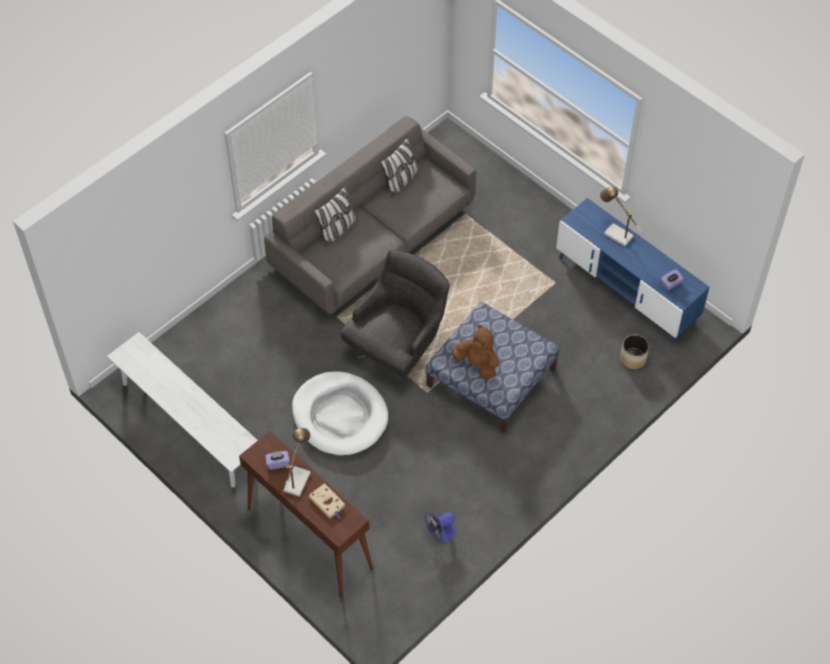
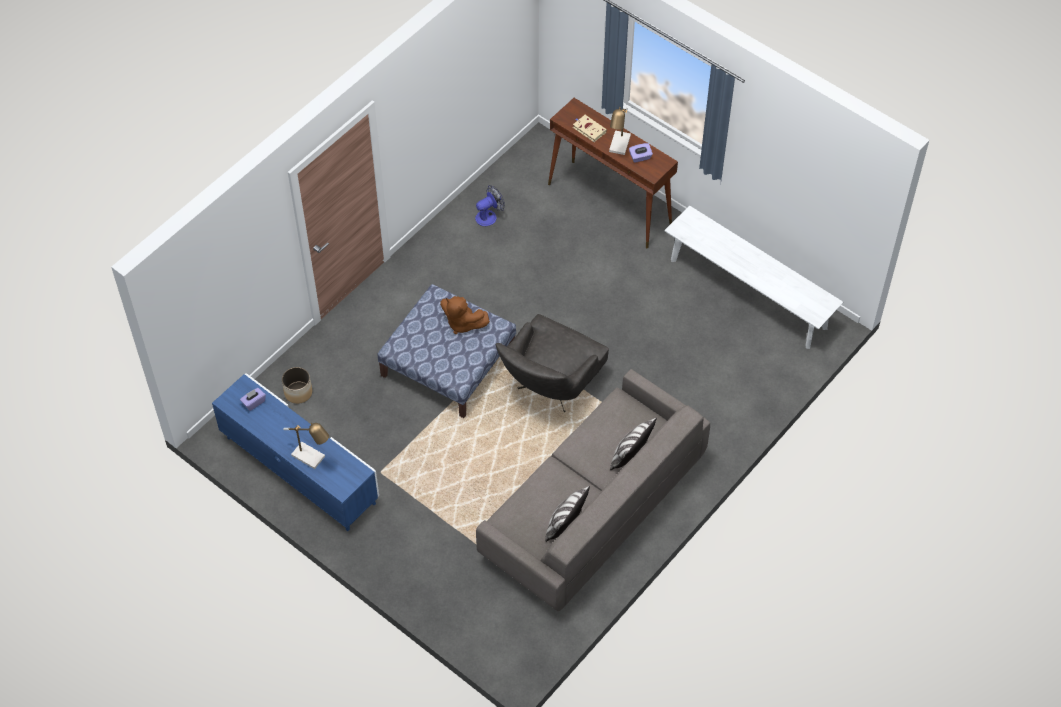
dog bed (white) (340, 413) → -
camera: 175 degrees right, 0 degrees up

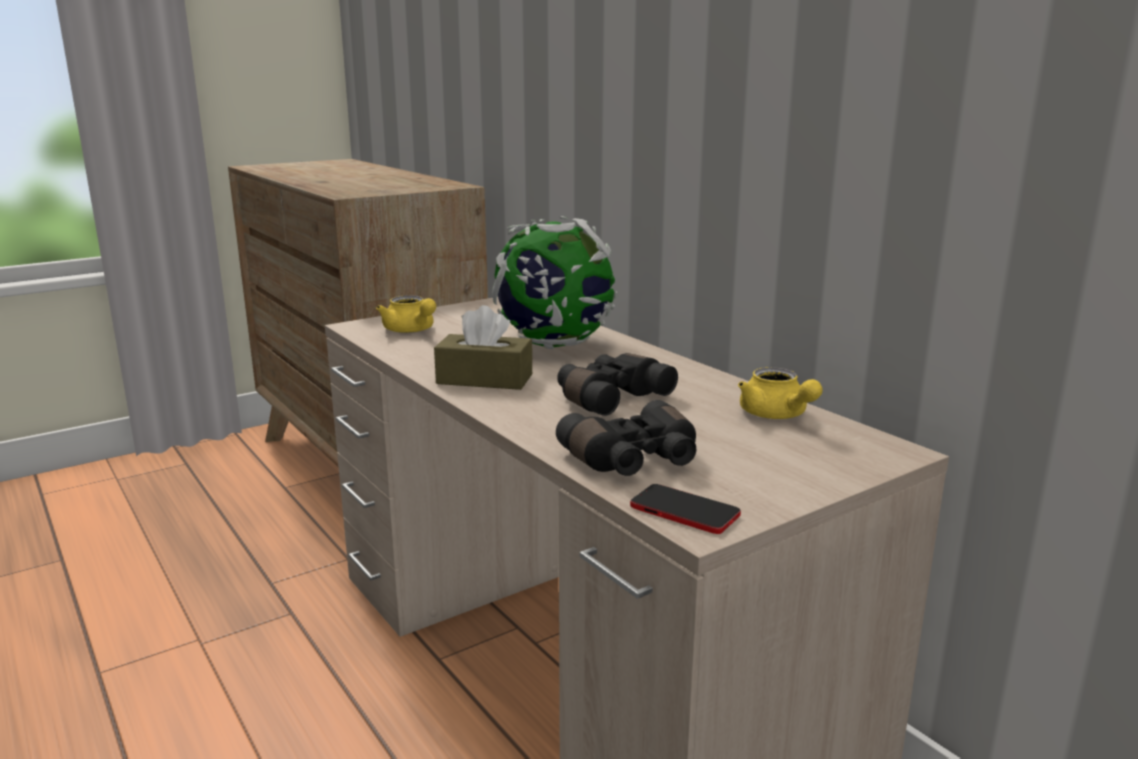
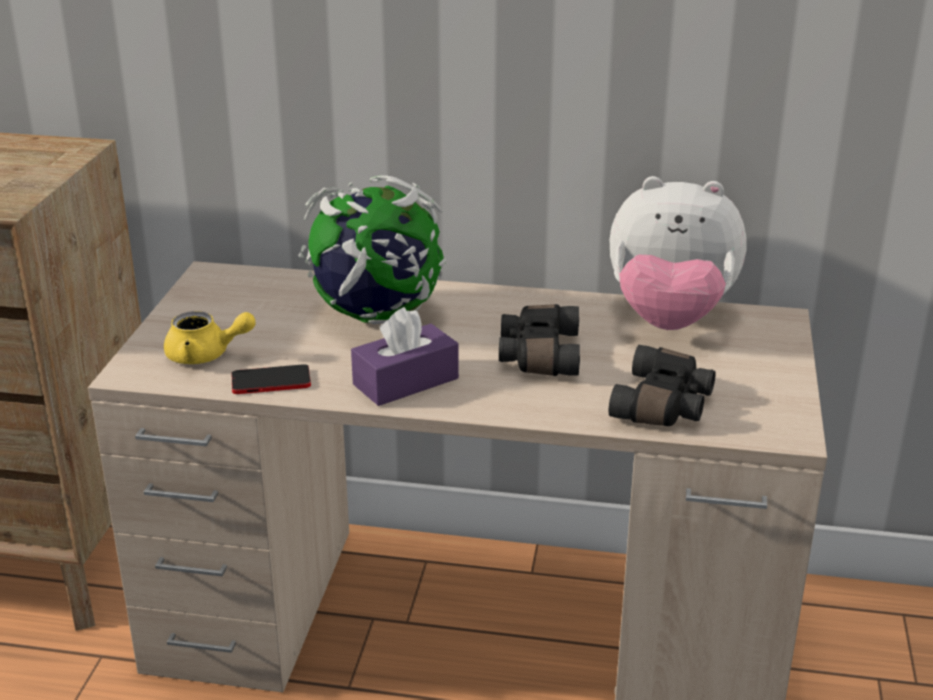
tissue holder (brown) (483, 347) → tissue holder (purplish) (405, 356)
pot for tea (yellow) (780, 393) → soft toy (678, 253)
phone (685, 509) → phone (271, 379), move
camera: 45 degrees left, 10 degrees up

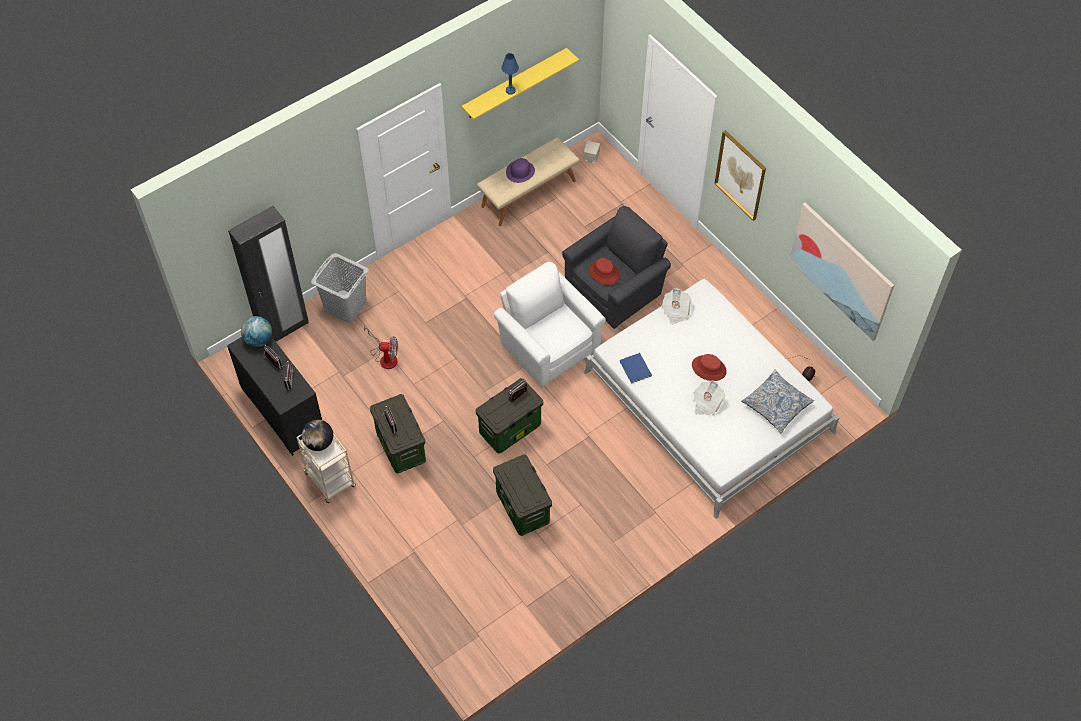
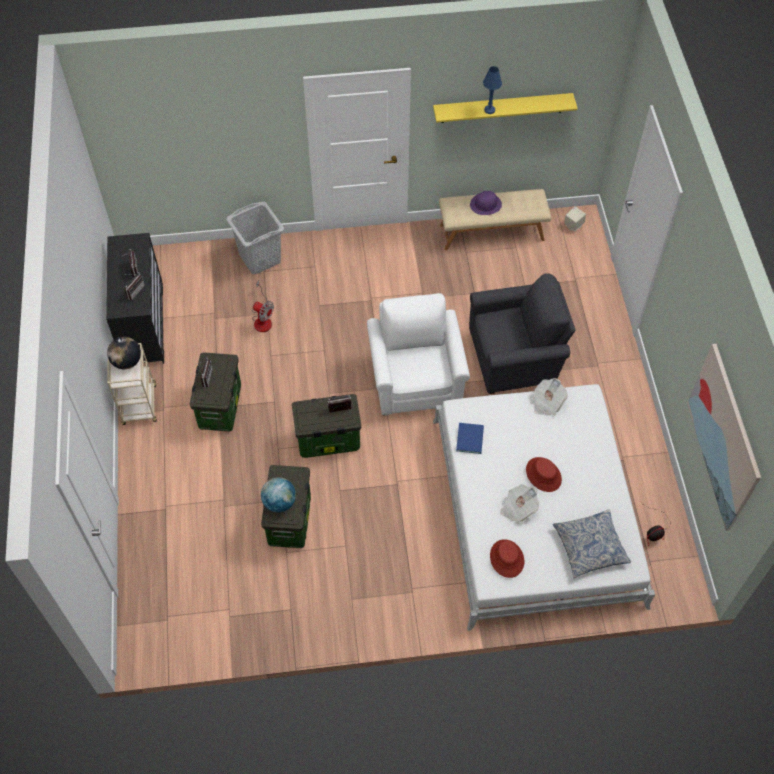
picture (740, 175) → -
clothes cupboard (black) (268, 274) → -
wearable hat (reddish) (604, 271) → wearable hat (reddish) (507, 558), move
world globe (256, 331) → world globe (278, 494), move
camera: 30 degrees right, 0 degrees up

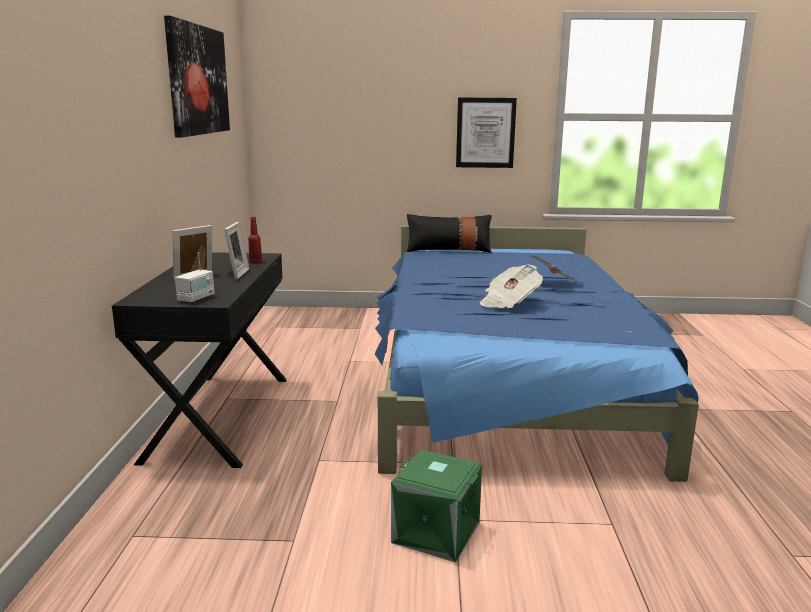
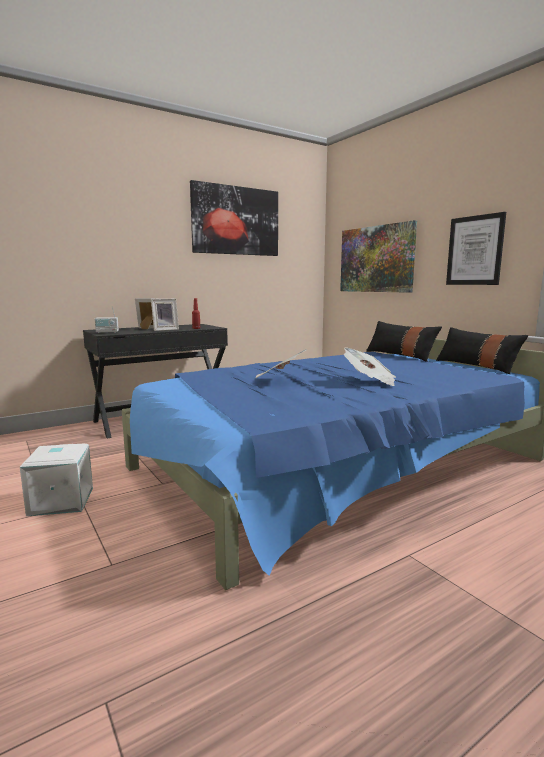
storage bin (greenish) (436, 506) → storage bin (white) (56, 480)
- → picture (378, 256)
- → pillow (black) (482, 350)
camera: 55 degrees right, 5 degrees down

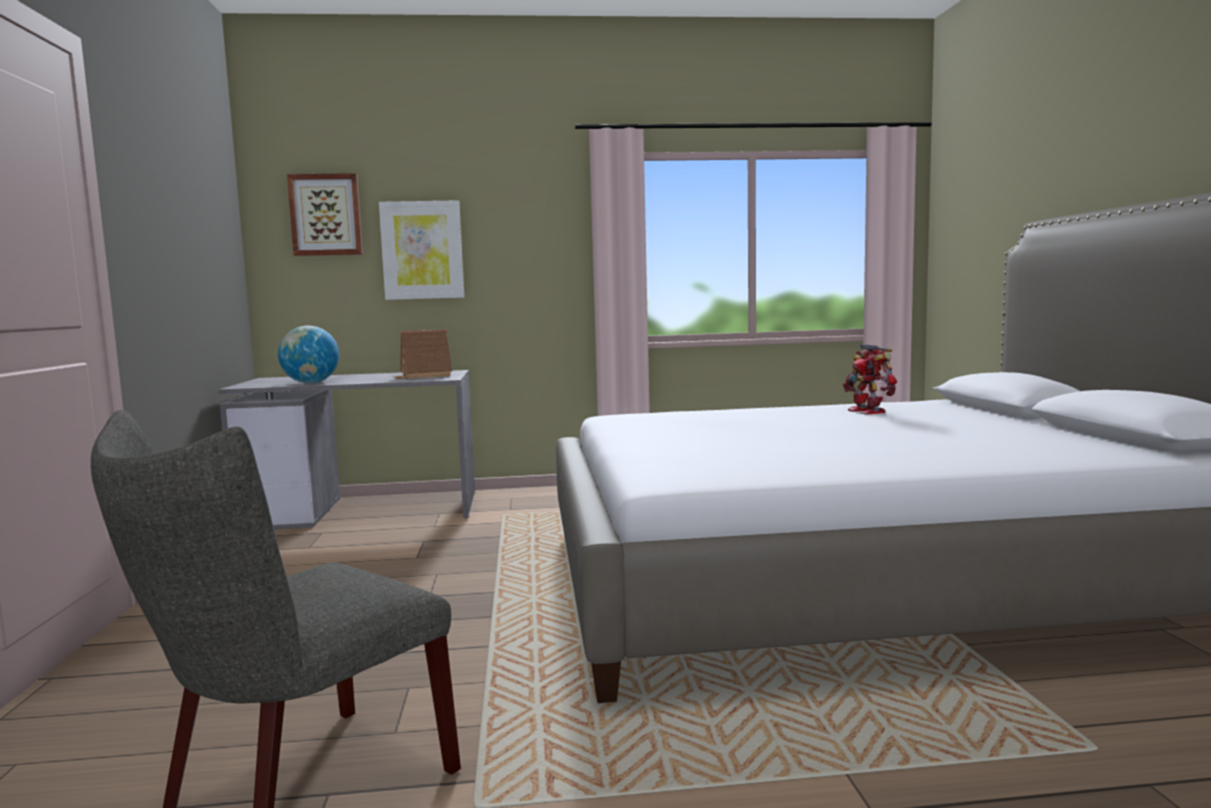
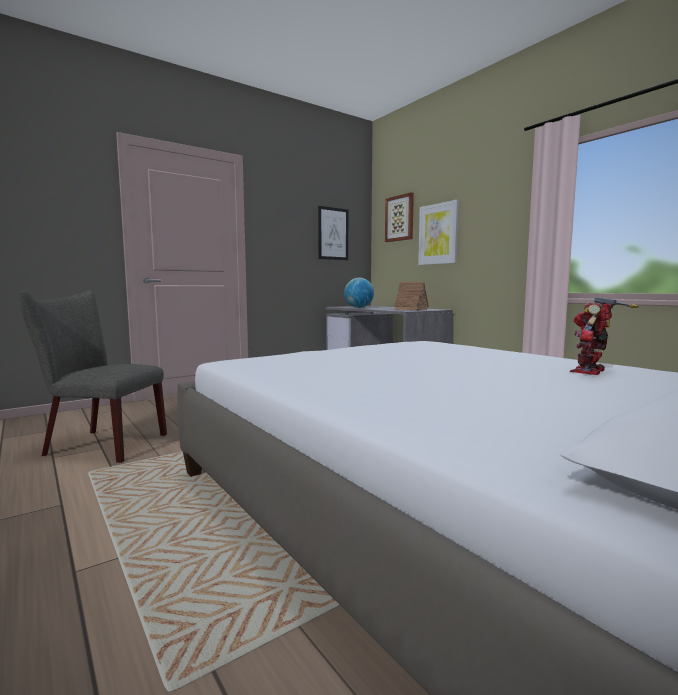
- → picture (333, 233)
camera: 60 degrees right, 0 degrees up

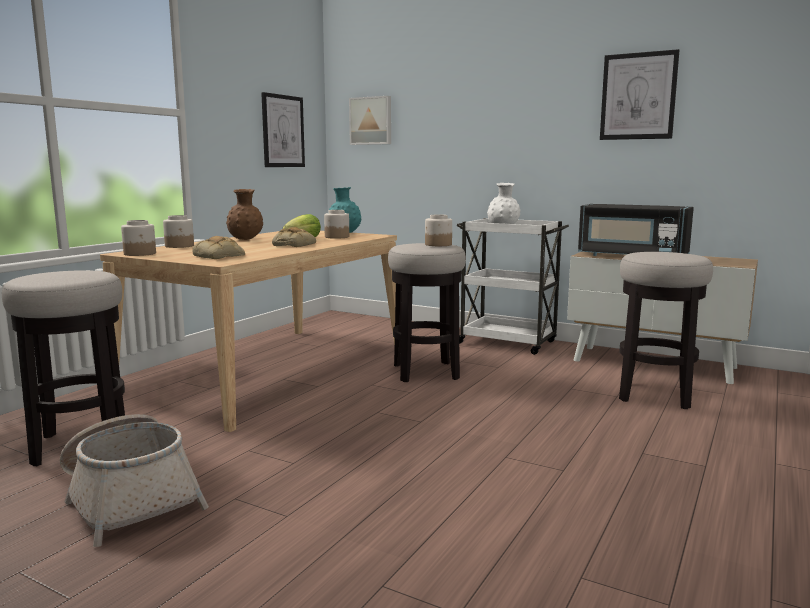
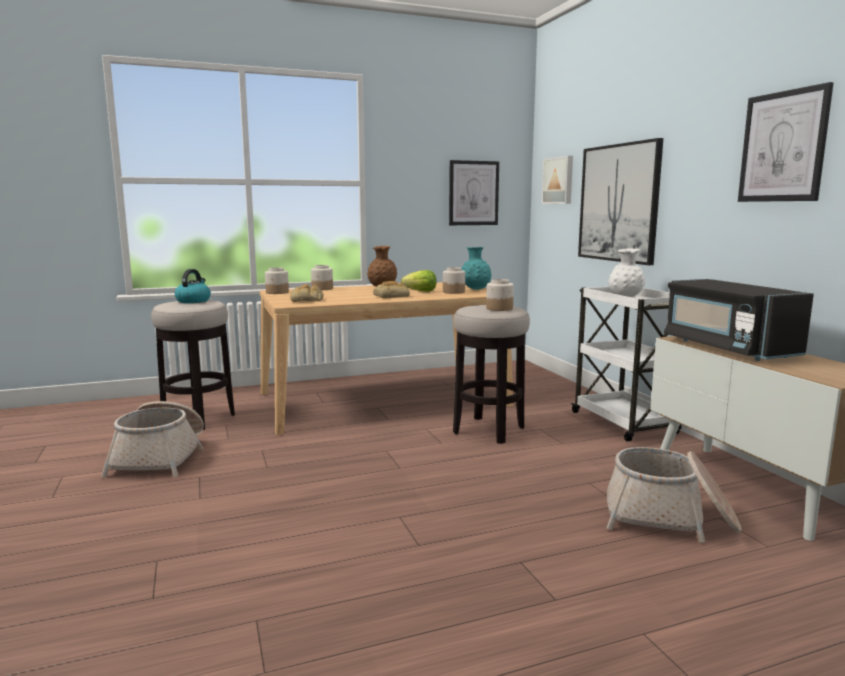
stool (666, 330) → household basket (674, 495)
- → picture (620, 201)
- → kettle (193, 286)
camera: 40 degrees right, 0 degrees up

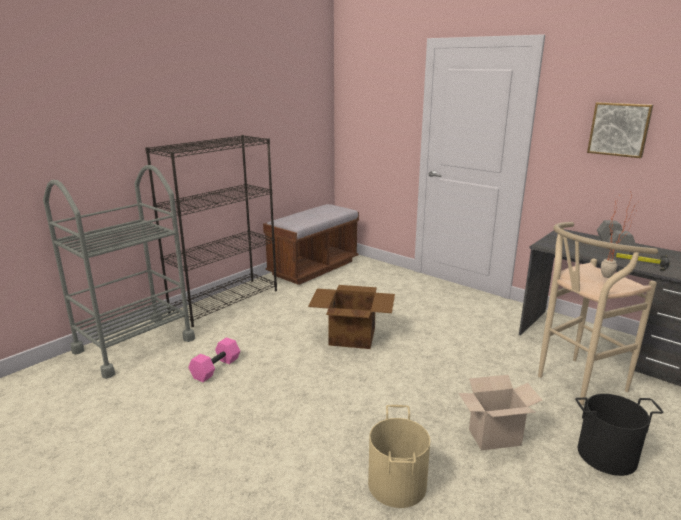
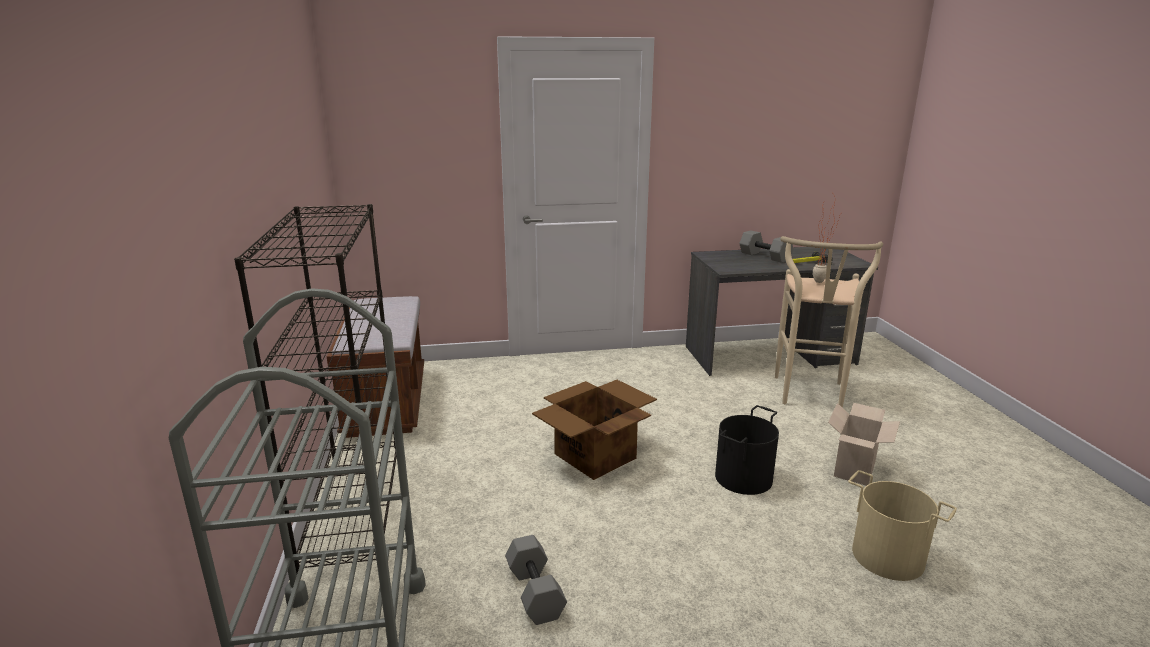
picture (620, 130) → -
hand weight (pinkish) (214, 359) → hand weight (grey) (536, 580)
bucket (black) (619, 435) → bucket (black) (747, 450), move
camera: 50 degrees left, 0 degrees up

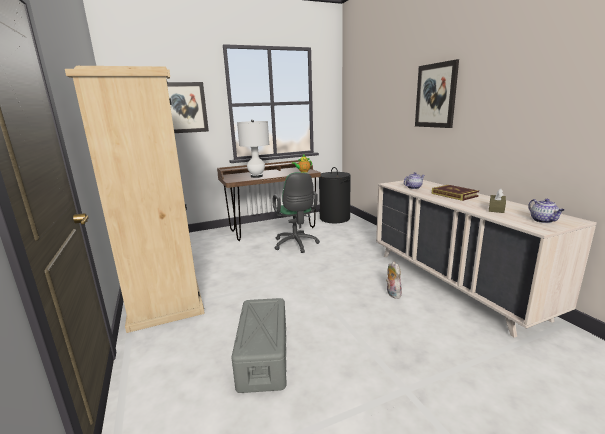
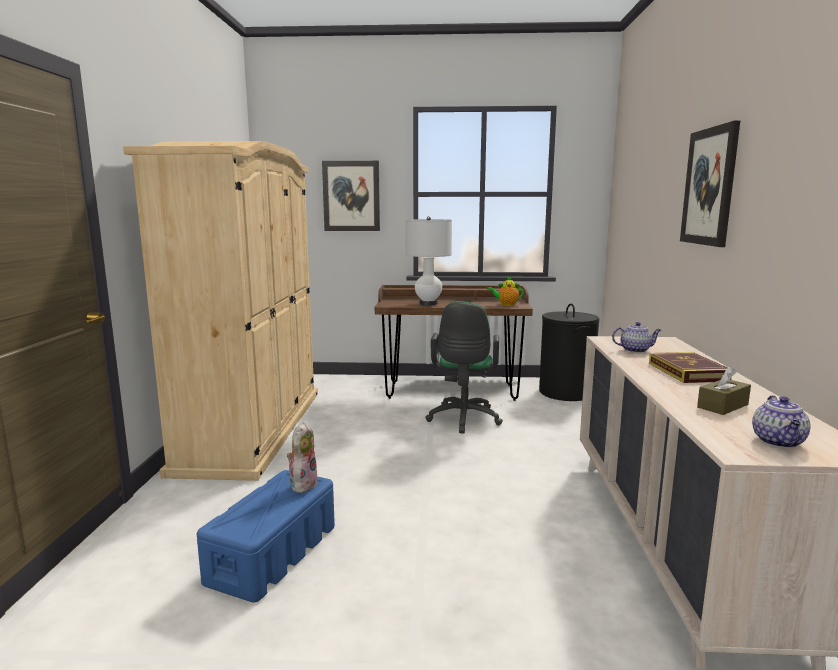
soft toy (394, 280) → soft toy (302, 457), move
storage bin (grey) (259, 345) → storage bin (blue) (266, 536)
camera: 25 degrees right, 5 degrees down

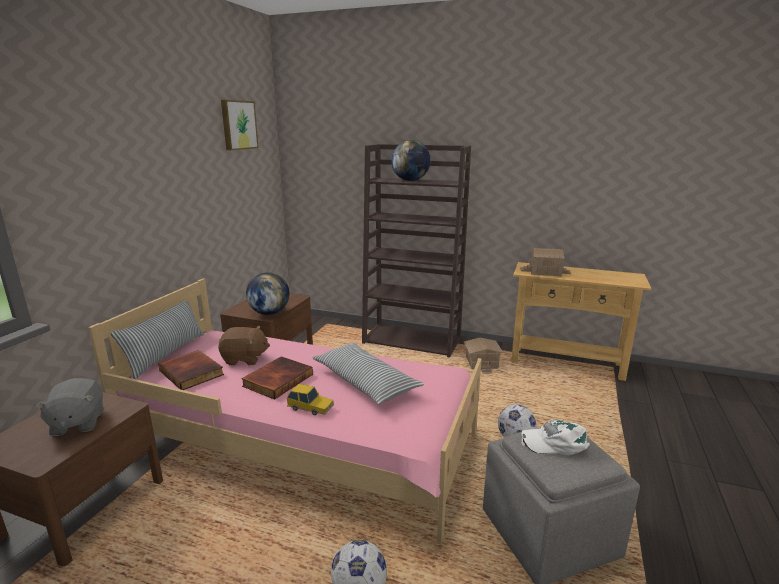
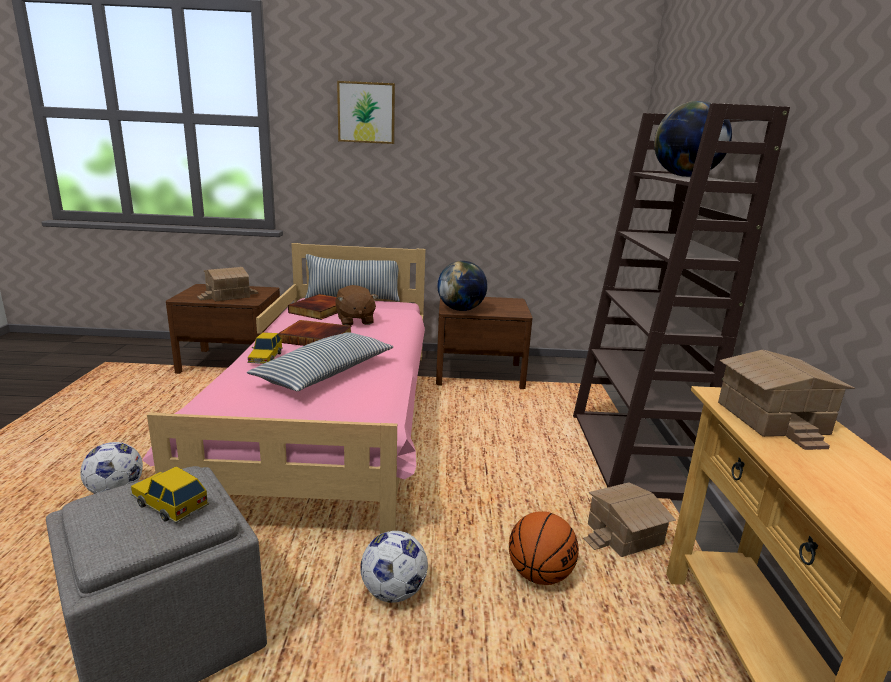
picture (240, 125) → picture (366, 112), move
soft toy (grey) (69, 407) → model house (227, 284)
cap (white) (555, 437) → toy car (170, 494)
- → ball for basketball (544, 548)
camera: 70 degrees right, 0 degrees up

